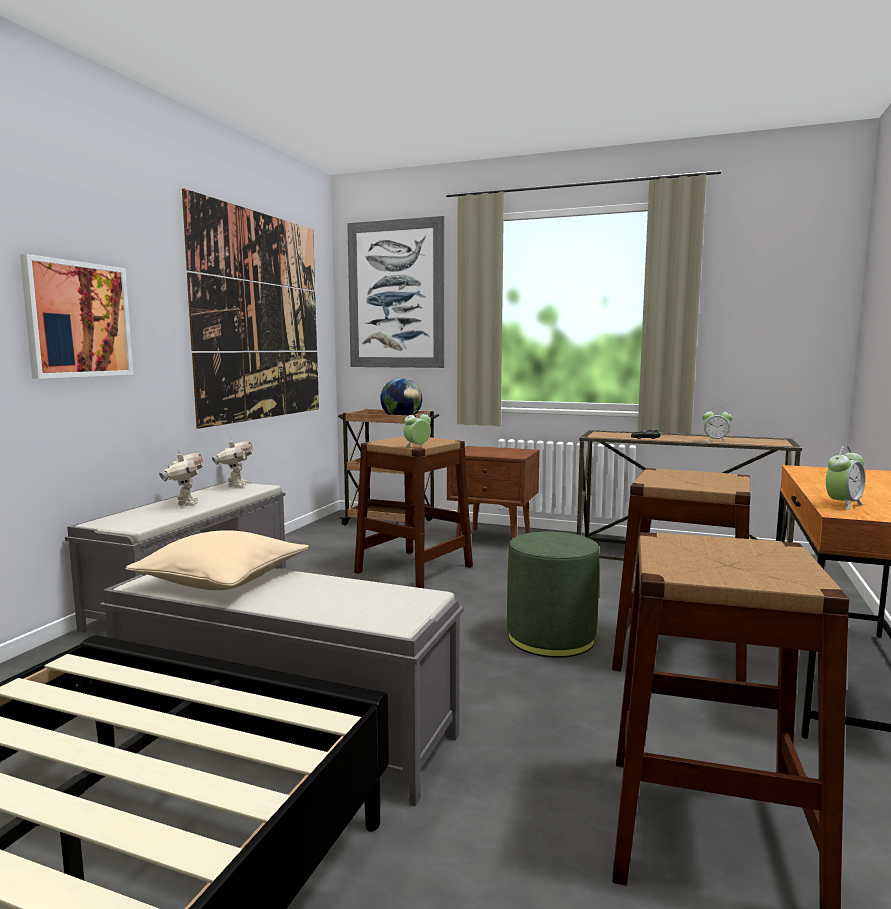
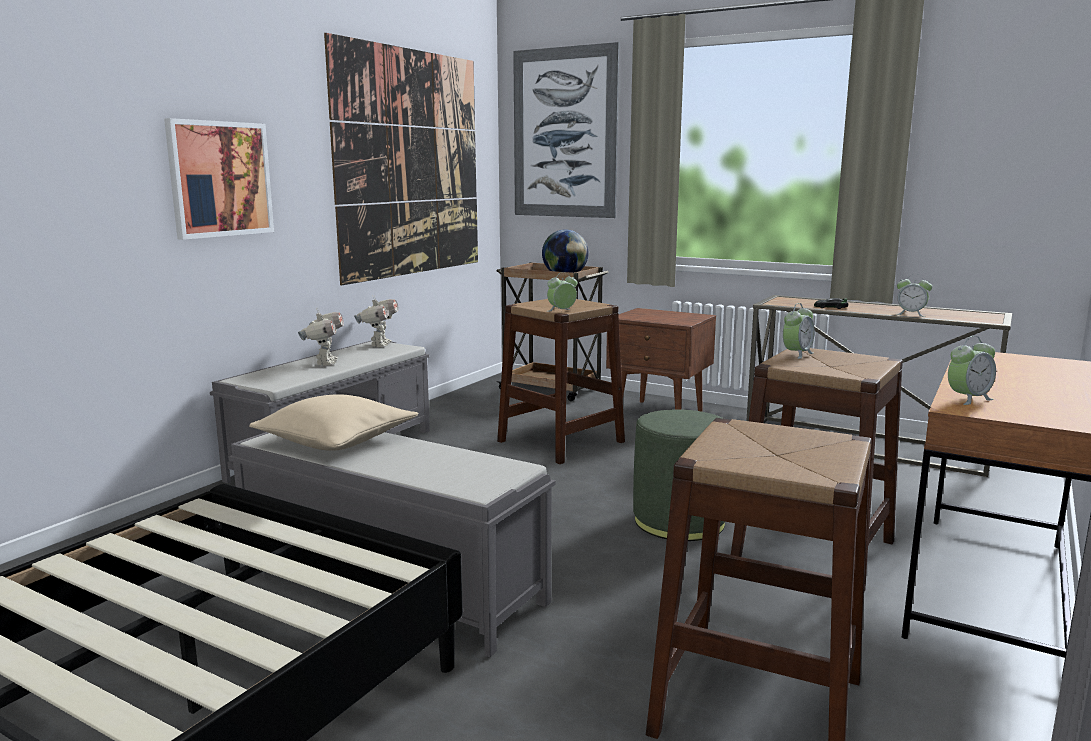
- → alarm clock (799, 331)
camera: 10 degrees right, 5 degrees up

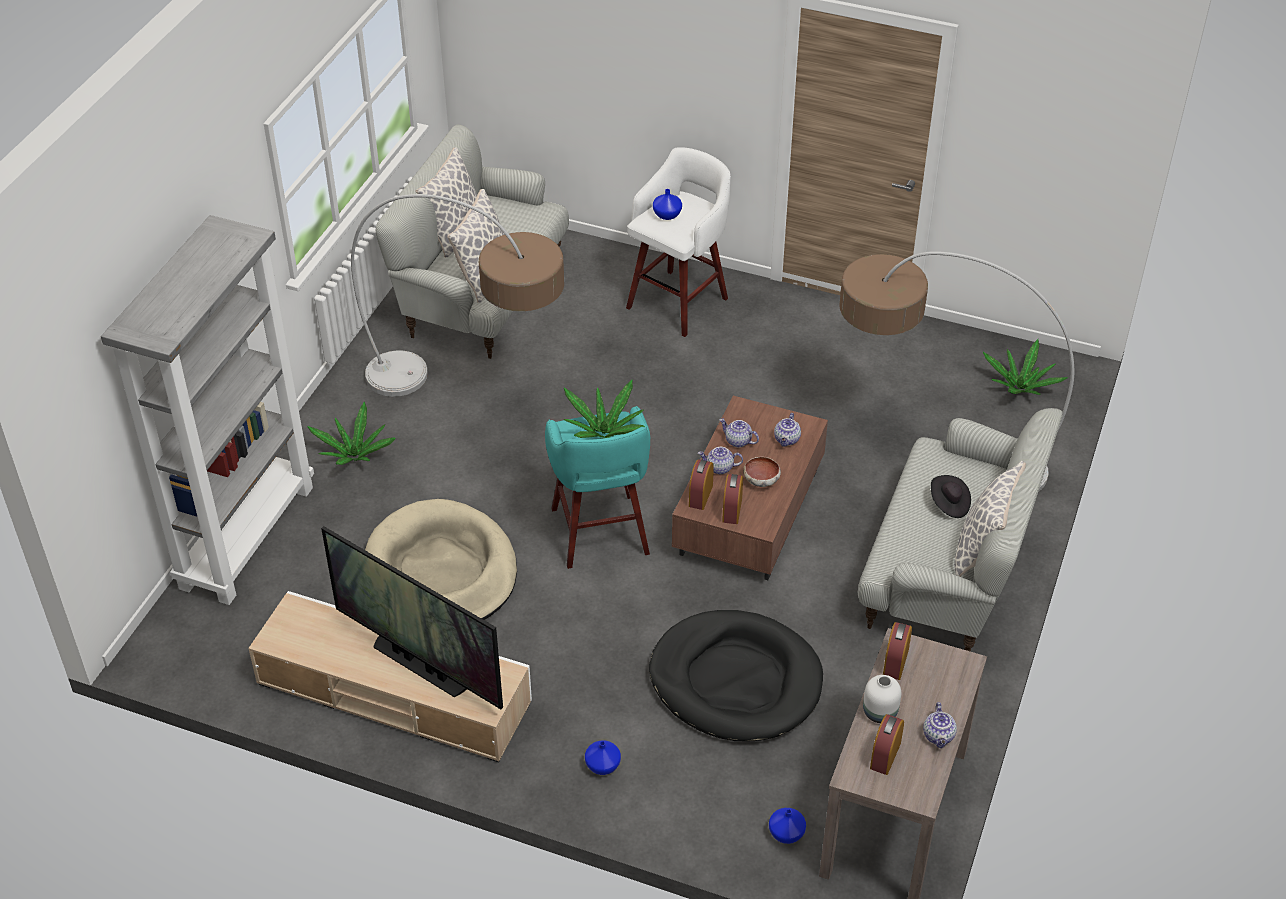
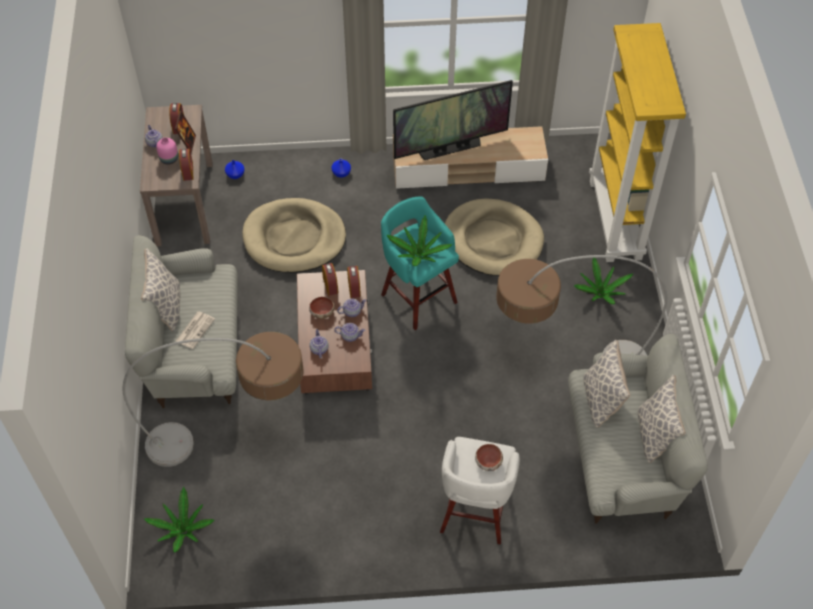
decorative vase (blue) (667, 204) → serving bowl (489, 457)
bookcase (grey) (207, 410) → bookcase (yellow) (637, 142)
wearable hat (black) (951, 496) → daily paper (195, 330)
TV set (412, 617) → TV set (453, 120), 150 degrees clockwise
dog bed (black) (736, 675) → dog bed (beige-coloured) (294, 235)
decorative vase (white) (882, 699) → photo frame (185, 132)
- → decorative vase (pinkish) (167, 151)
camera: 155 degrees right, 10 degrees up

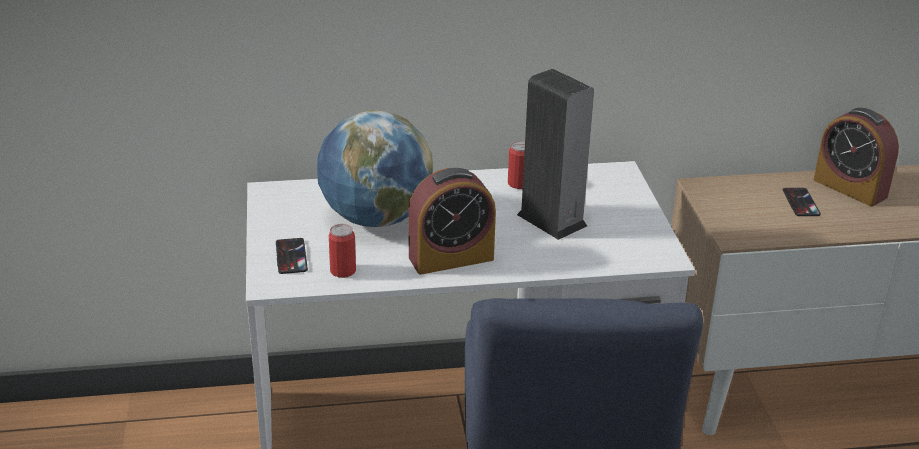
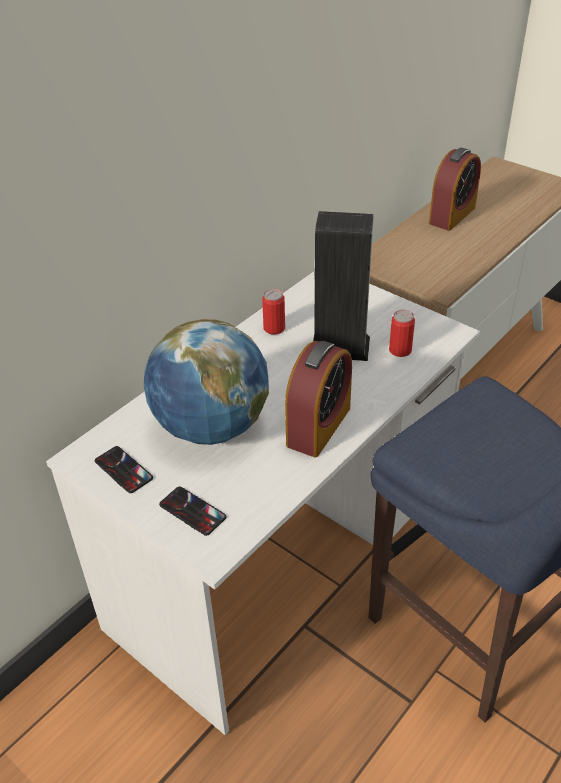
alarm clock (856, 157) → alarm clock (455, 189), 60 degrees counterclockwise
phone (802, 202) → phone (124, 469), move
metal can (342, 251) → metal can (402, 333), move
camera: 40 degrees left, 10 degrees up

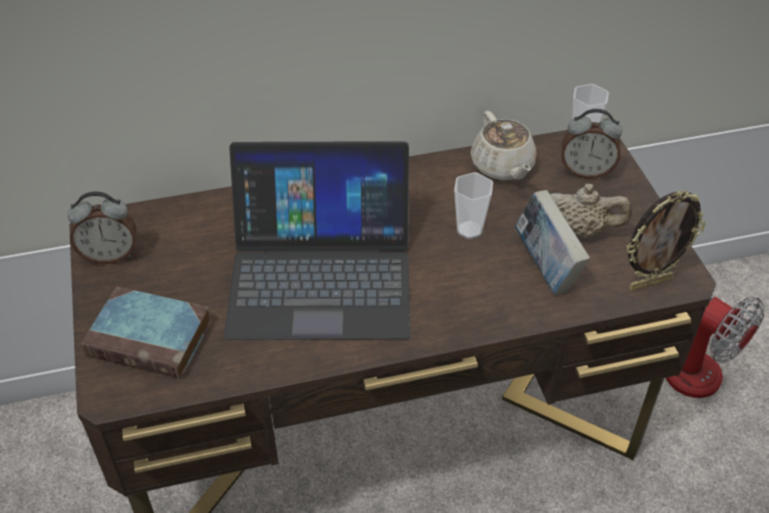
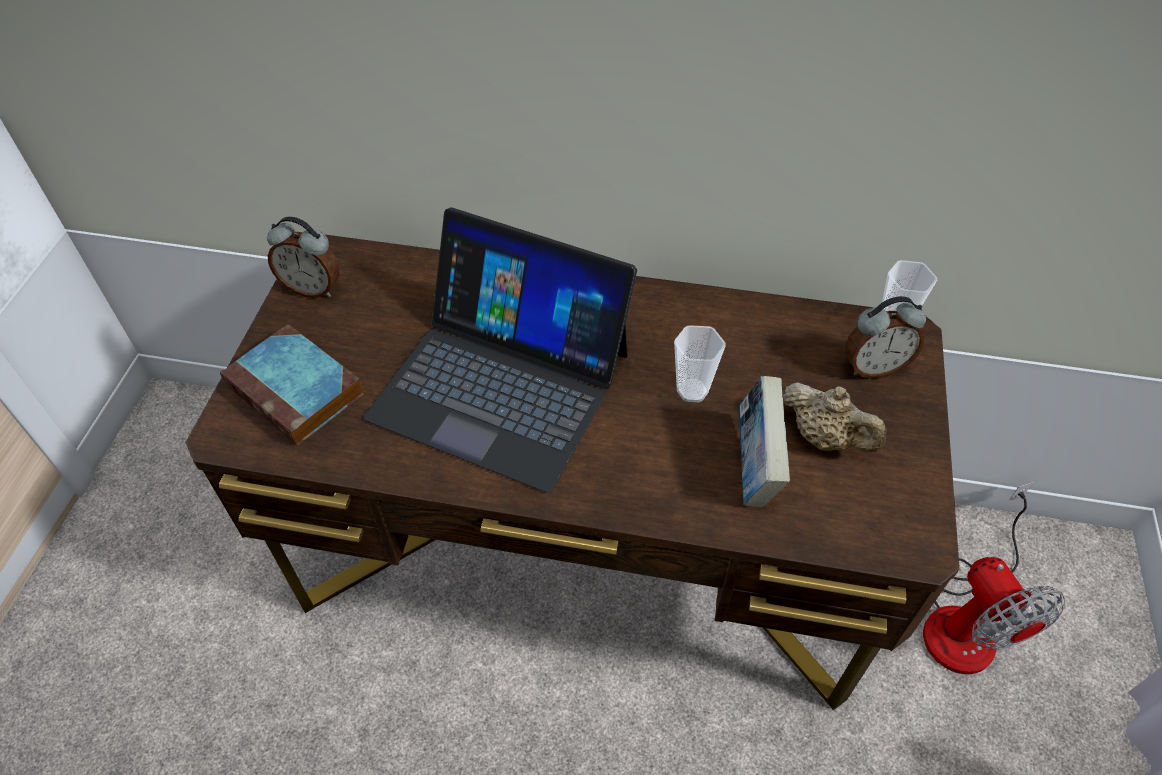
alarm clock (592, 144) → alarm clock (885, 337), 45 degrees counterclockwise
pot for tea (beige-coloured) (503, 146) → -
photo frame (666, 241) → -
camera: 25 degrees right, 5 degrees up

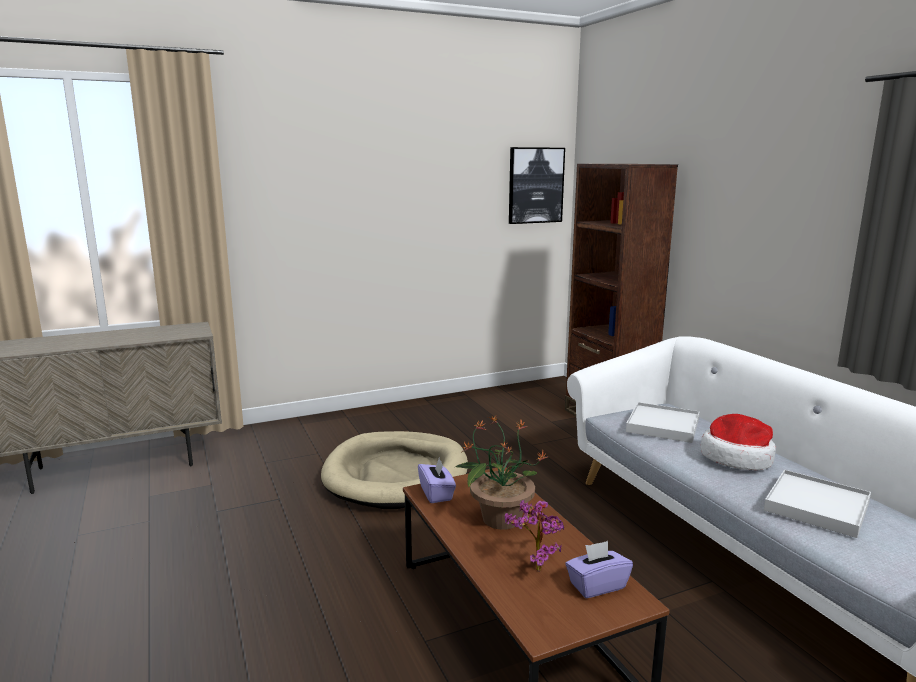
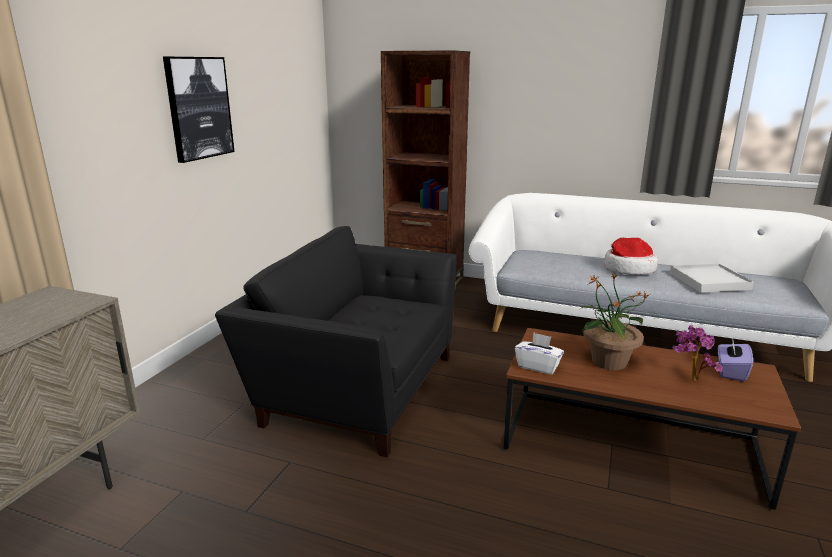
picture (537, 185) → picture (198, 110), move
tray (white) (663, 422) → -
dog bed (beige-coloured) (394, 470) → lounge chair (black) (336, 341)
tissue holder (purplish) (437, 480) → tissue holder (white) (539, 353)
camera: 45 degrees left, 5 degrees up

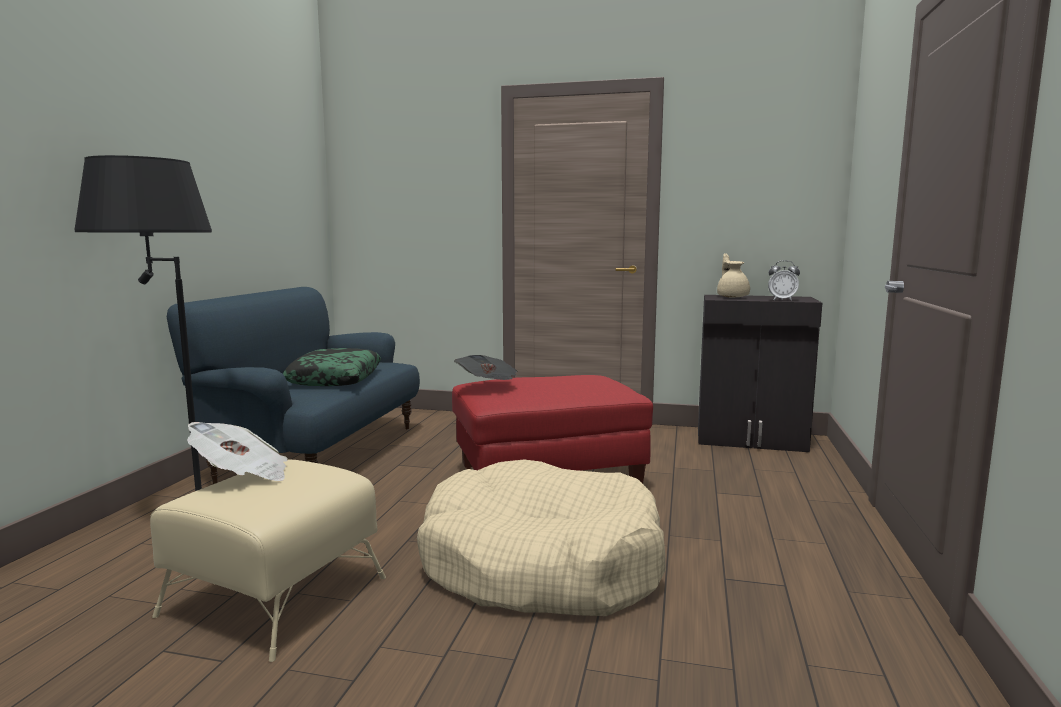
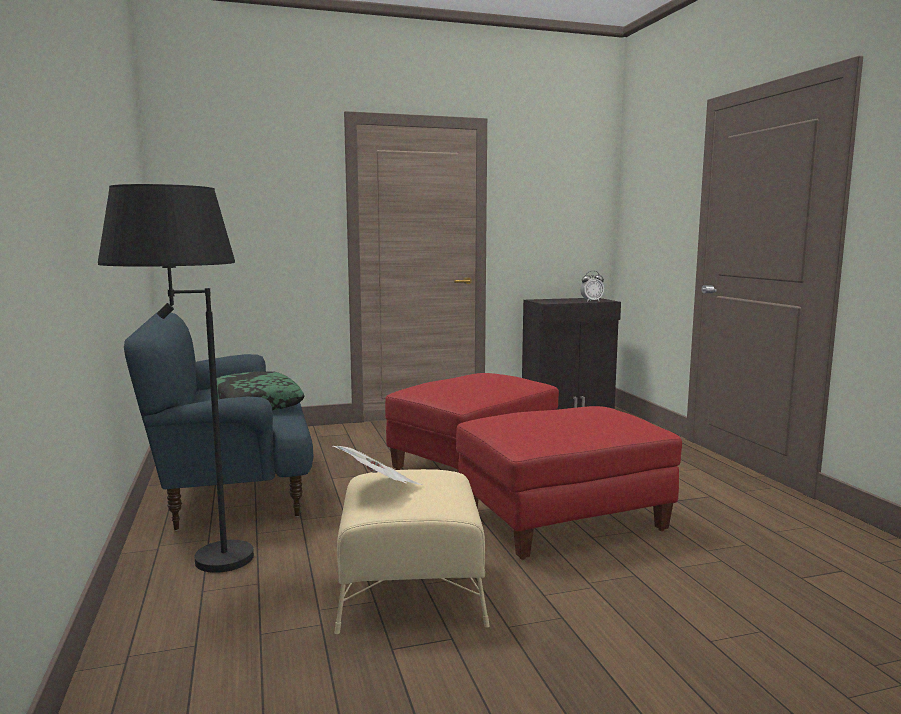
pot for tea (beige-coloured) (733, 275) → -
daily paper (486, 367) → -
dog bed (beige-coloured) (541, 537) → ottoman (reddish) (569, 483)
camera: 30 degrees left, 0 degrees up

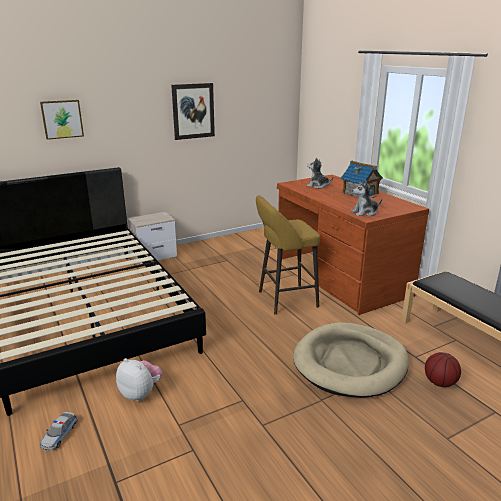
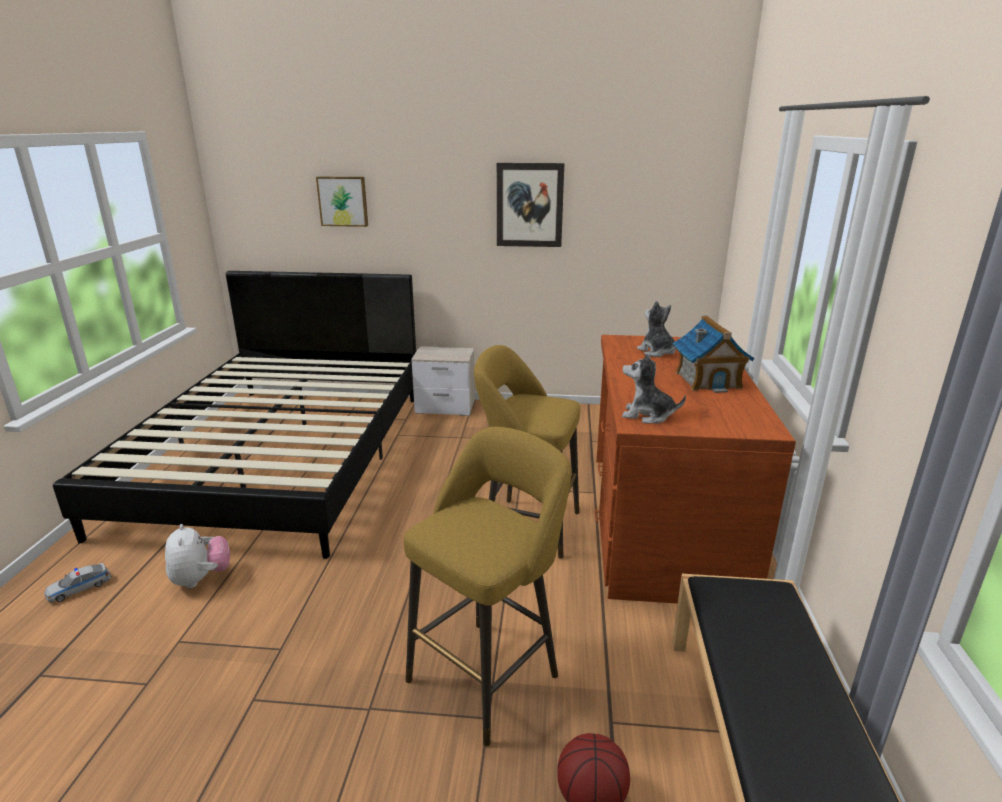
dog bed (beige-coloured) (351, 360) → stool (yellow) (487, 586)
camera: 35 degrees right, 0 degrees up

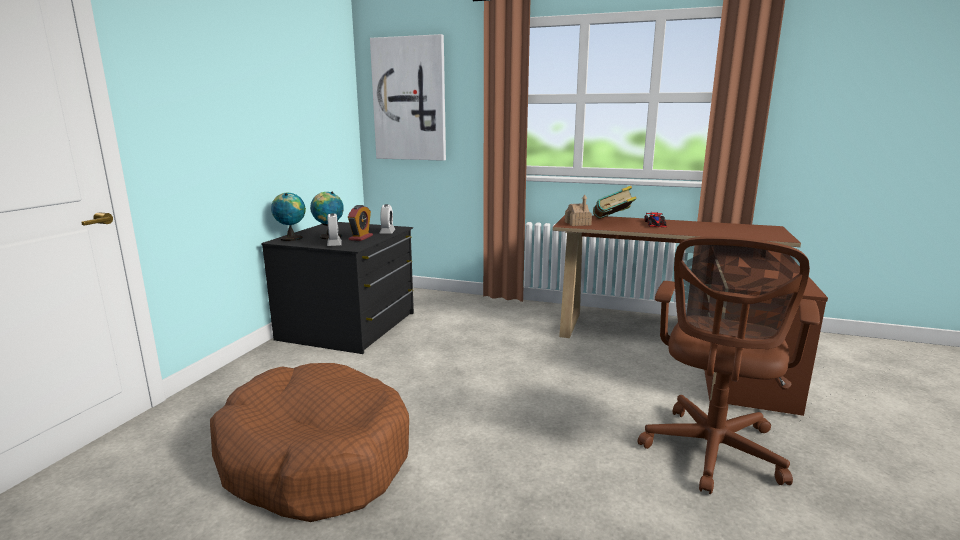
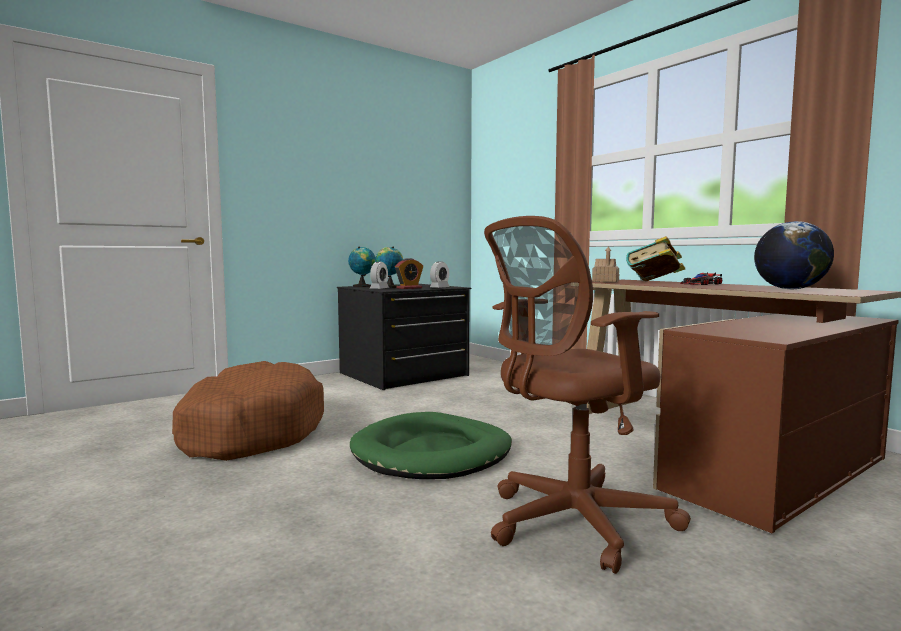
picture (408, 97) → -
- → world globe (794, 255)
- → dog bed (greenish) (431, 445)
camera: 35 degrees right, 10 degrees down

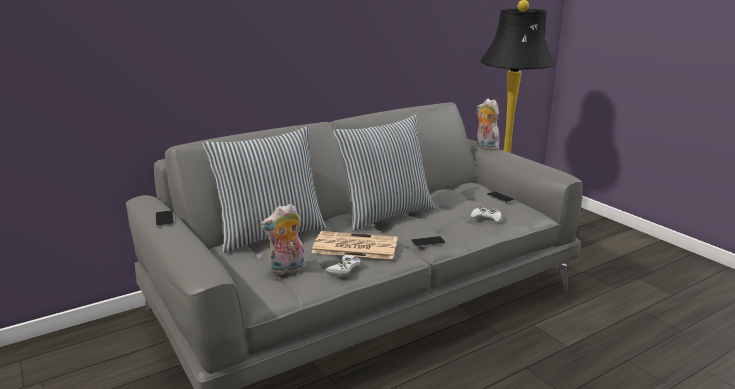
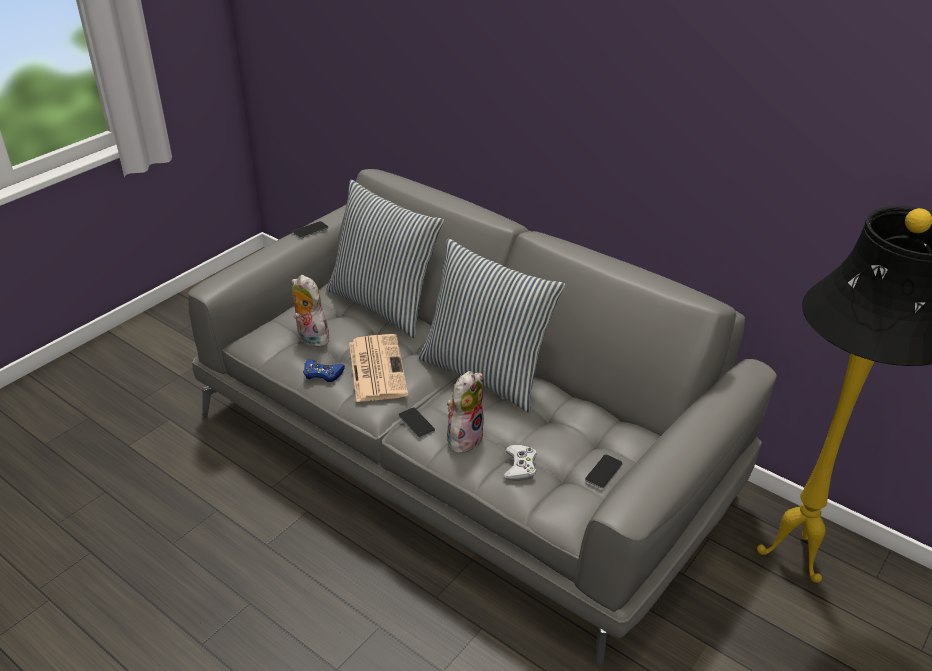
soft toy (488, 124) → soft toy (465, 412), move
joypad (white) (343, 266) → joypad (blue) (324, 371)
camera: 70 degrees right, 15 degrees up

